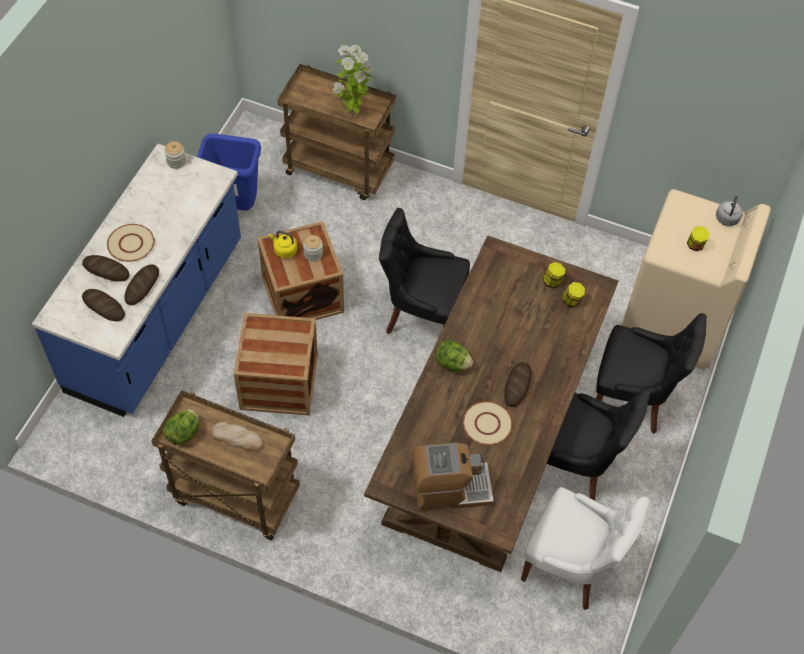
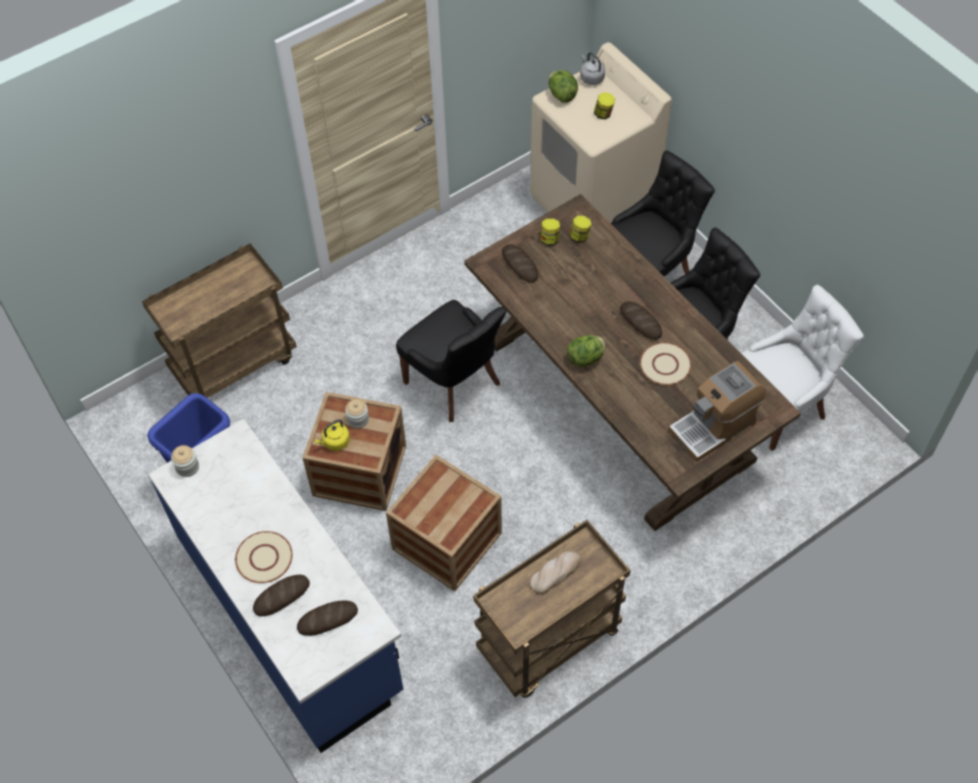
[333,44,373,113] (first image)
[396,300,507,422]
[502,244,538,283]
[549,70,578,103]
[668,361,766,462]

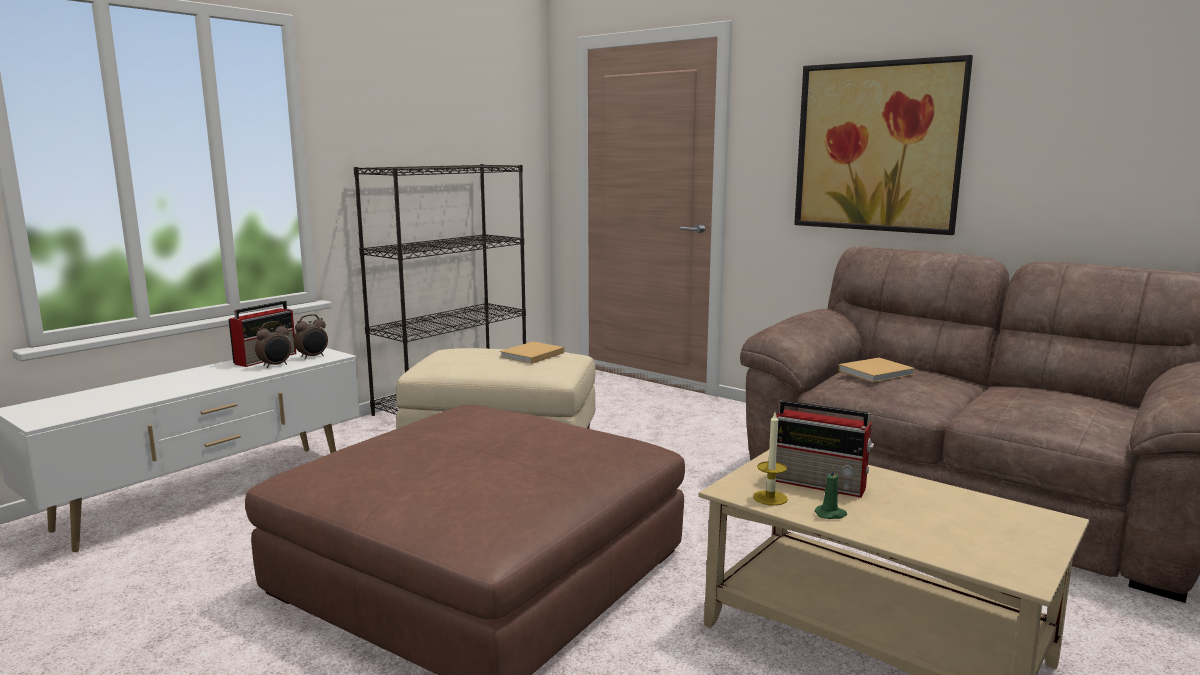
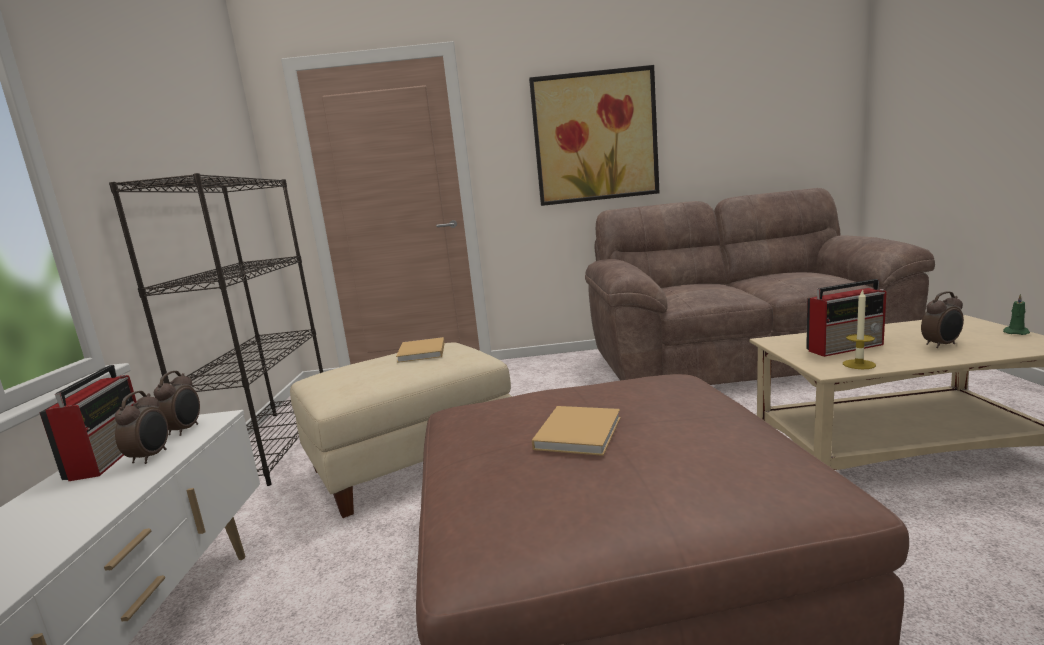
[532,406,621,456]
[1003,294,1030,335]
[921,291,964,348]

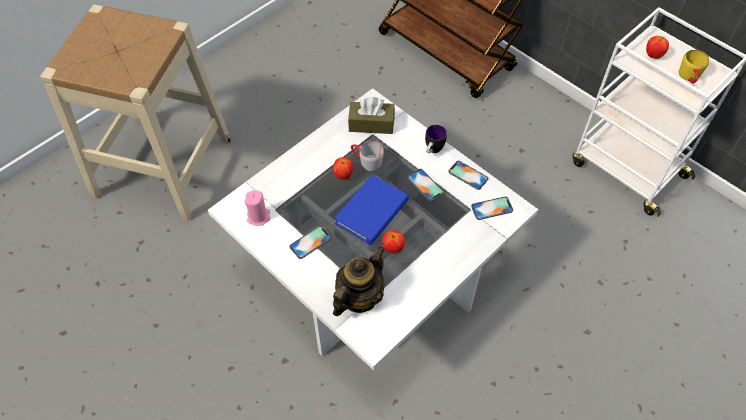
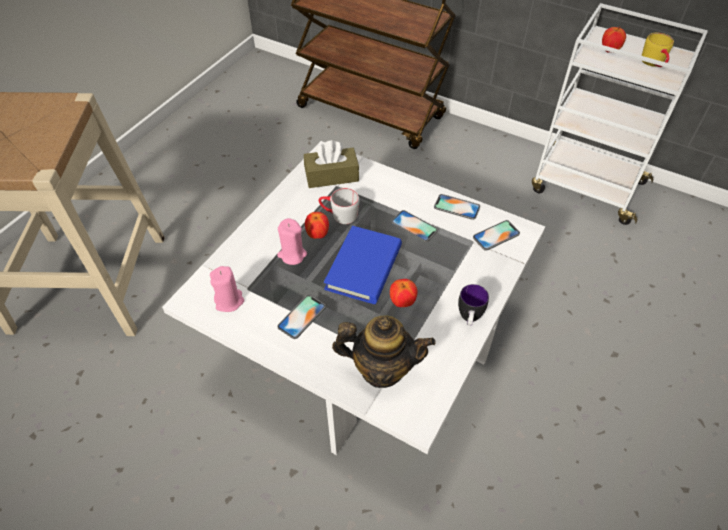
[458,284,489,326]
[332,316,436,388]
[277,218,307,265]

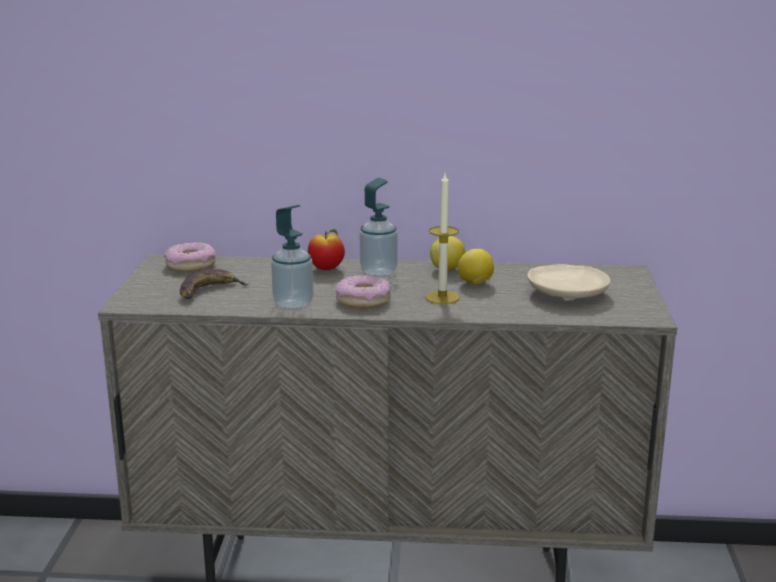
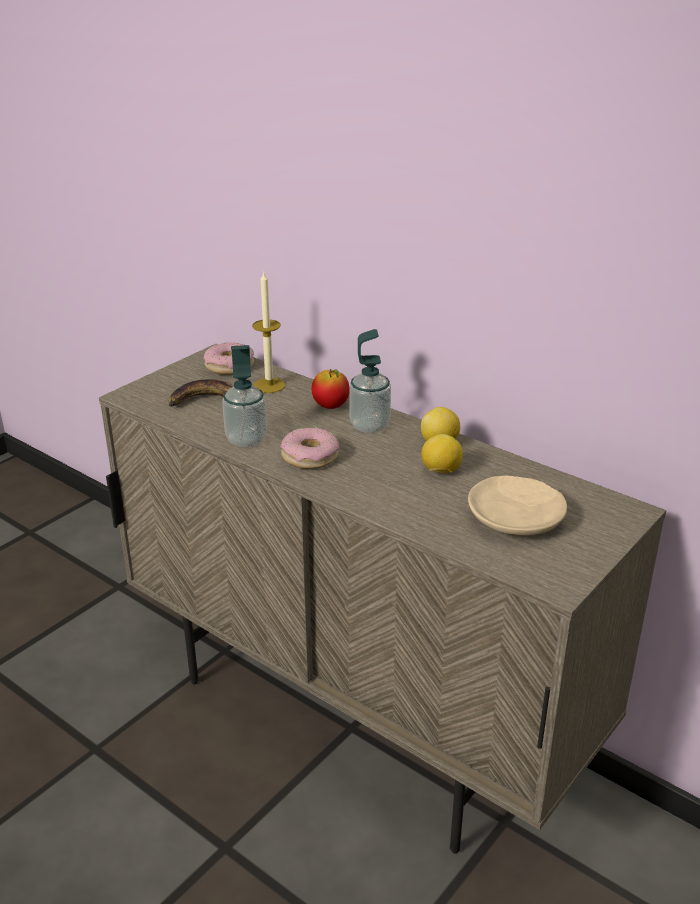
[252,272,286,393]

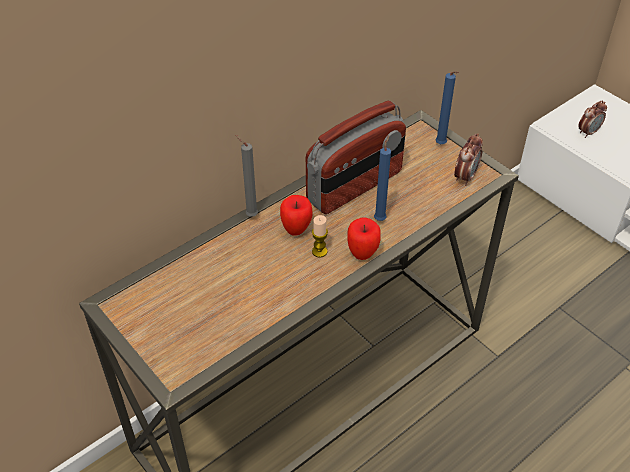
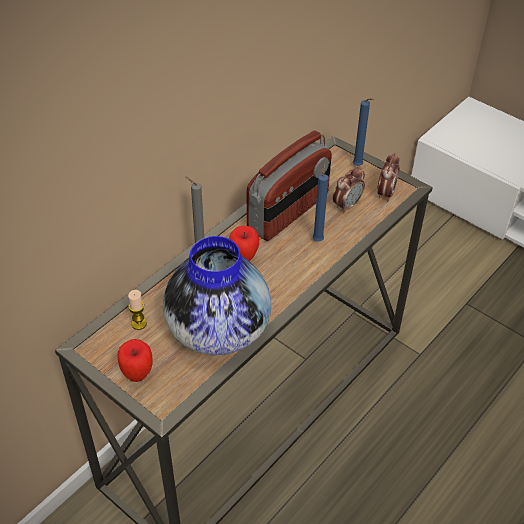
[333,167,365,214]
[128,290,147,330]
[118,339,153,382]
[163,236,271,355]

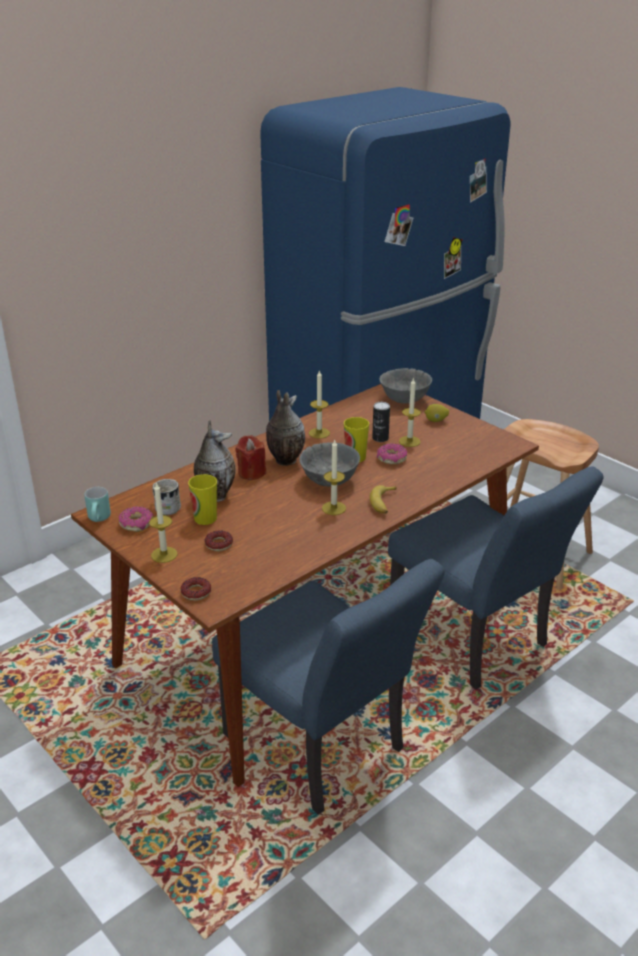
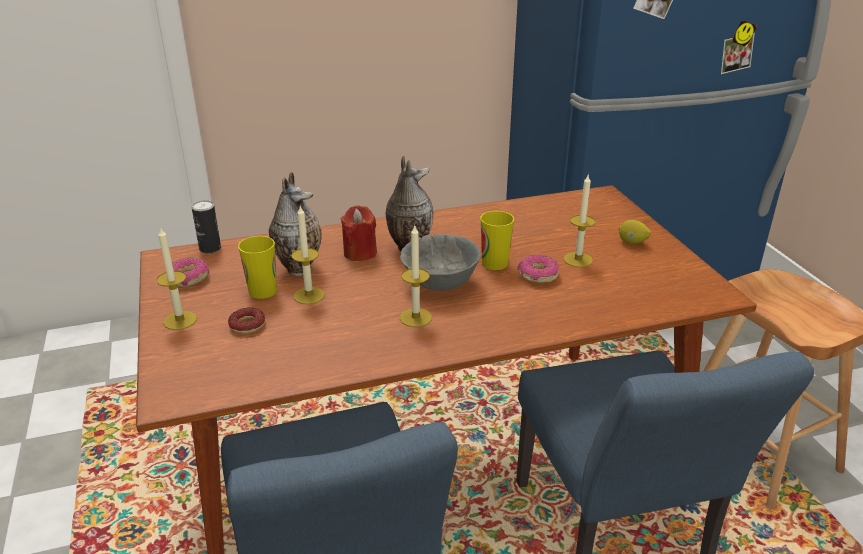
[379,368,432,404] (first image)
[291,206,325,305]
[192,200,221,253]
[152,479,181,515] (first image)
[369,485,396,514] (first image)
[84,487,111,522] (first image)
[181,577,211,601] (first image)

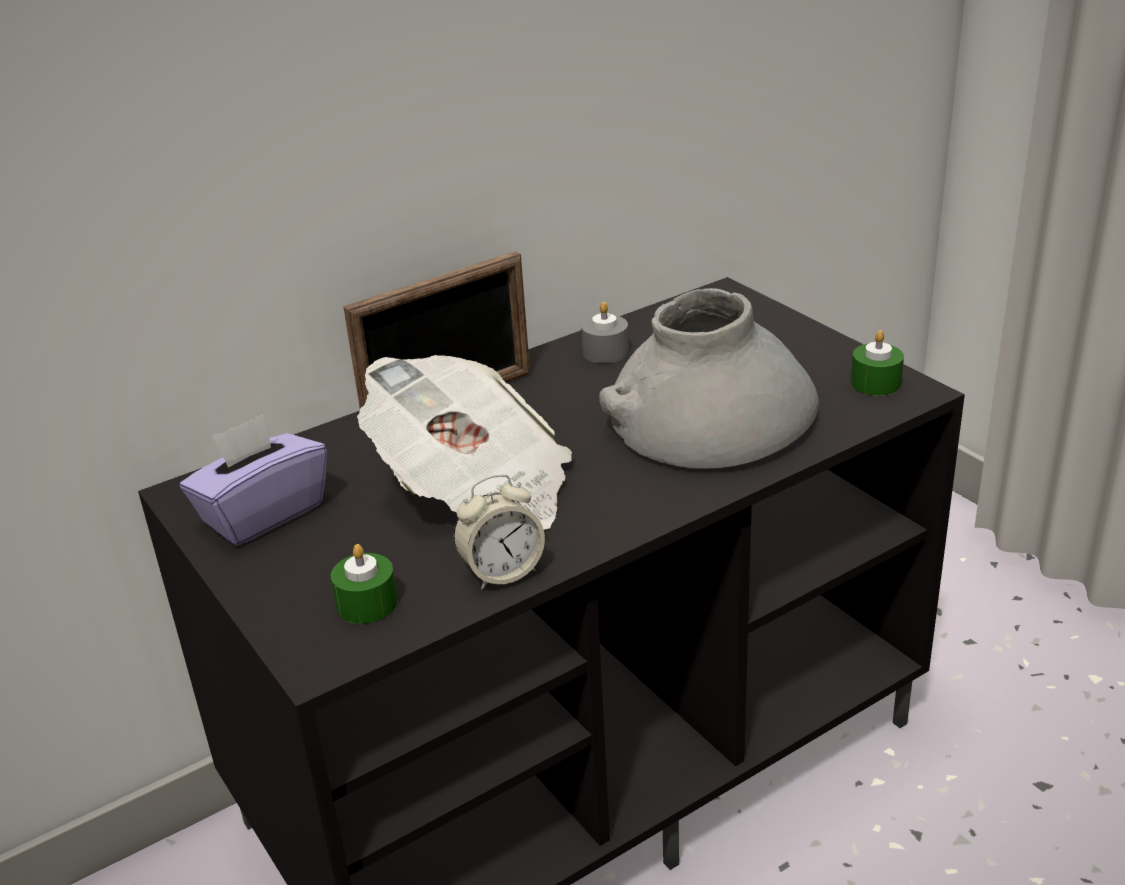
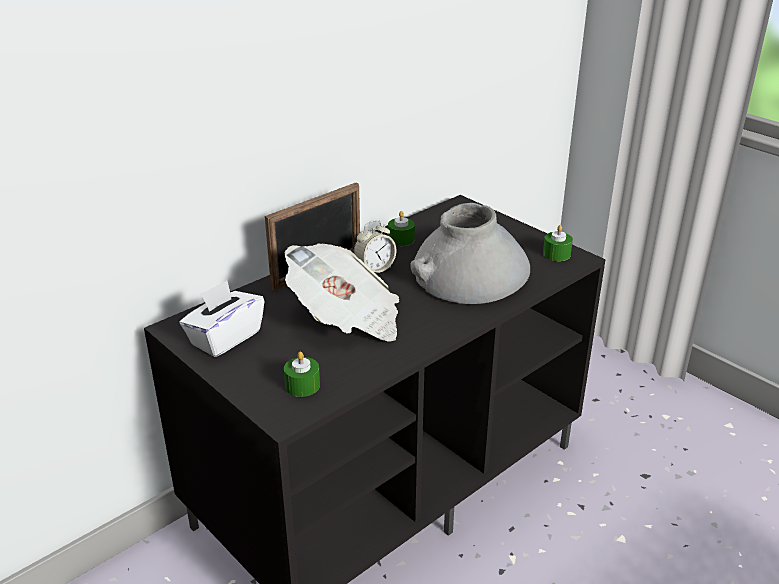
[388,211,415,246]
[180,280,264,357]
[354,220,396,273]

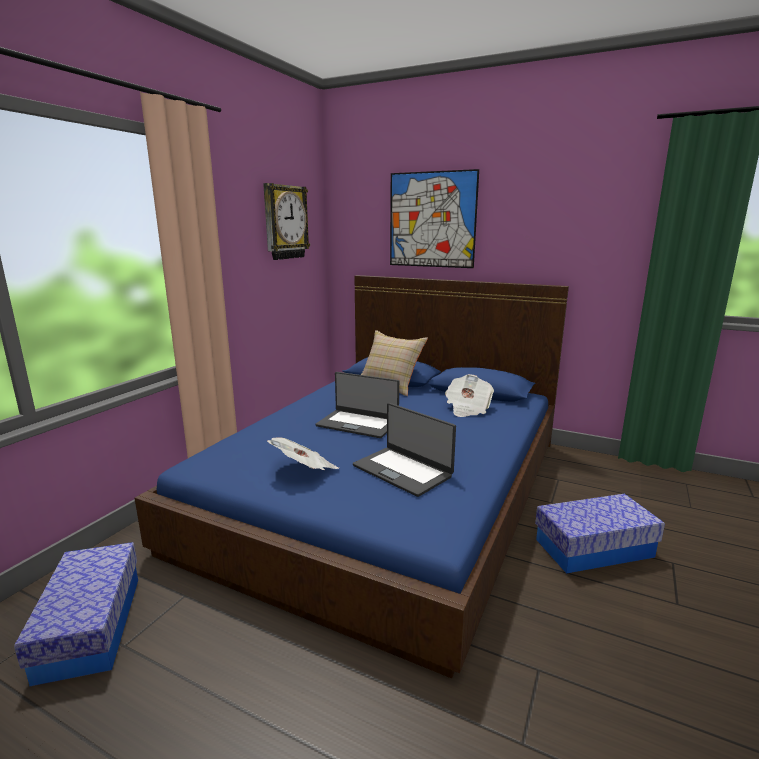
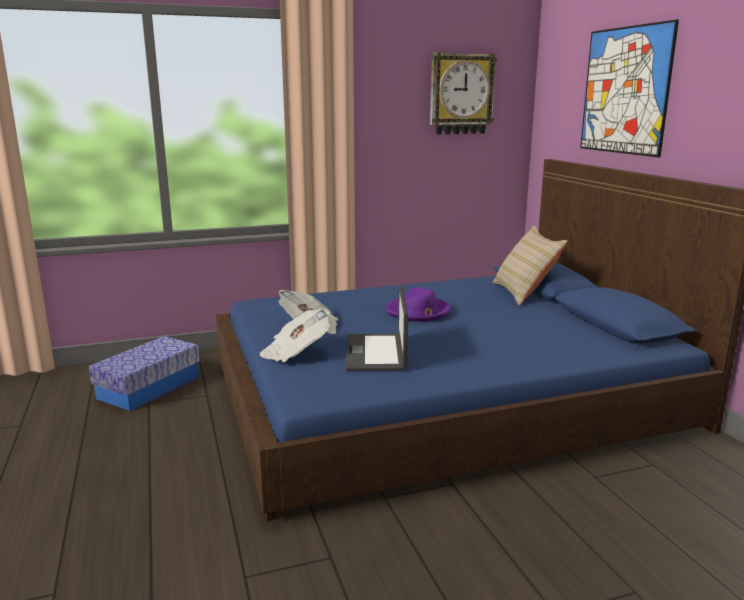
[386,287,451,322]
[260,309,330,362]
[535,494,665,573] (first image)

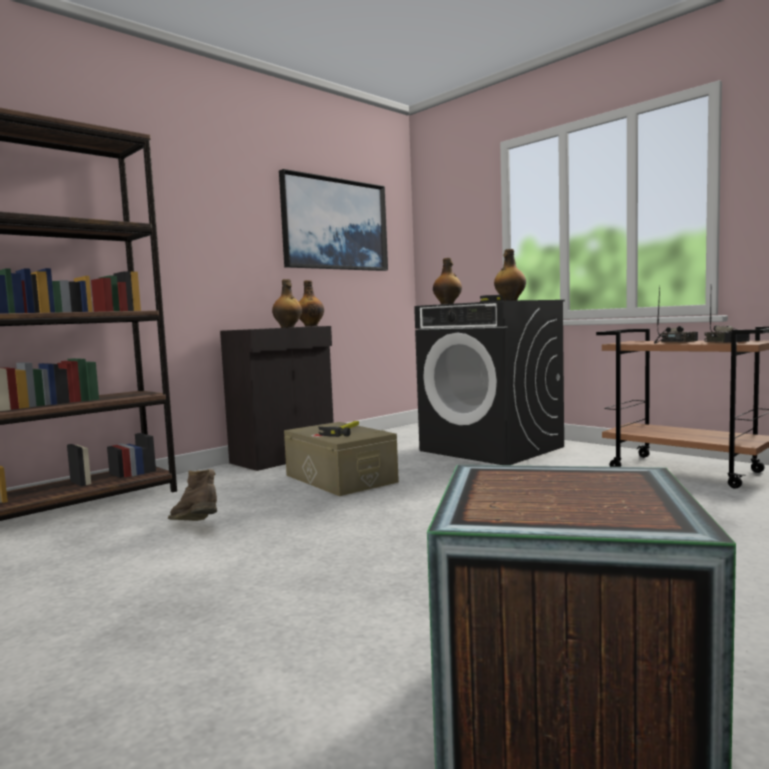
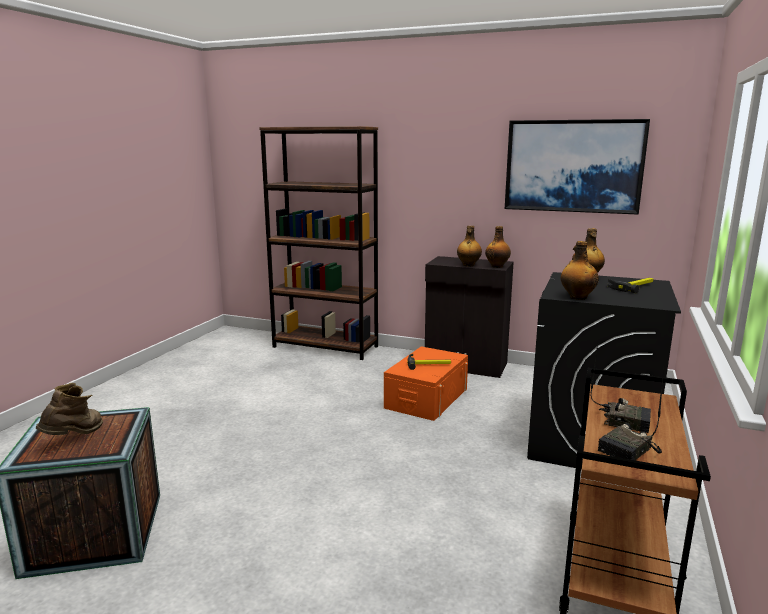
[384,346,468,421]
[36,383,103,435]

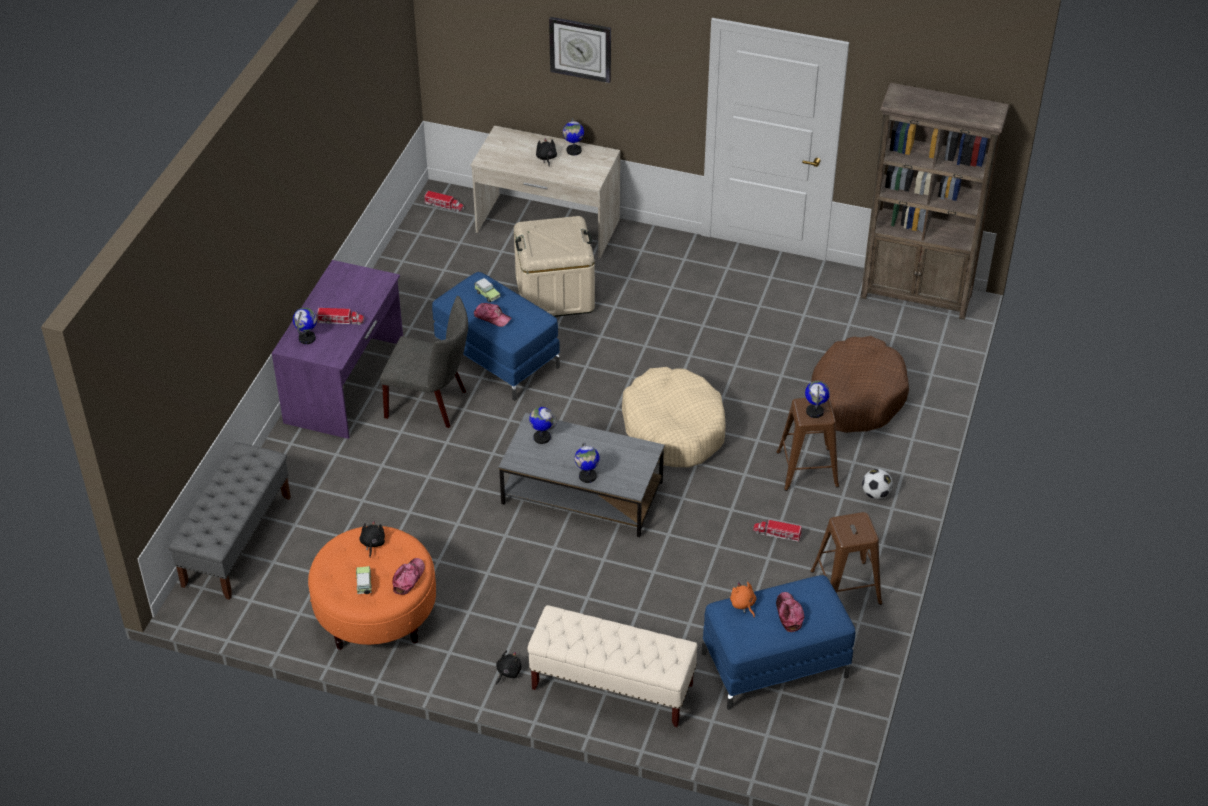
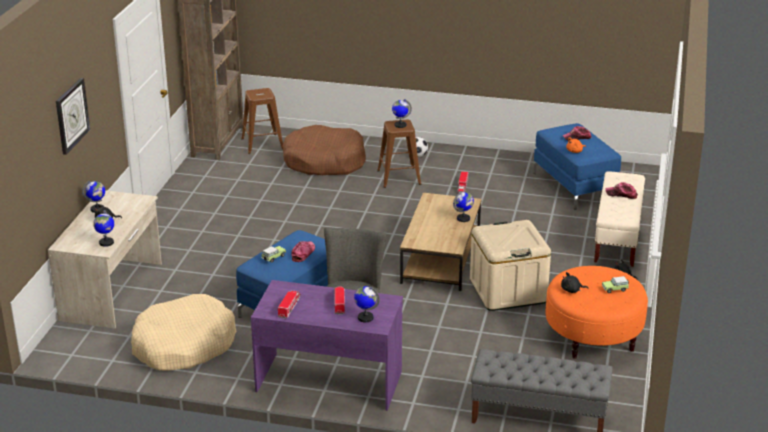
[278,291,301,319]
[470,220,551,311]
[131,294,236,371]
[93,210,114,247]
[400,193,482,291]
[241,88,283,154]
[605,182,638,199]

